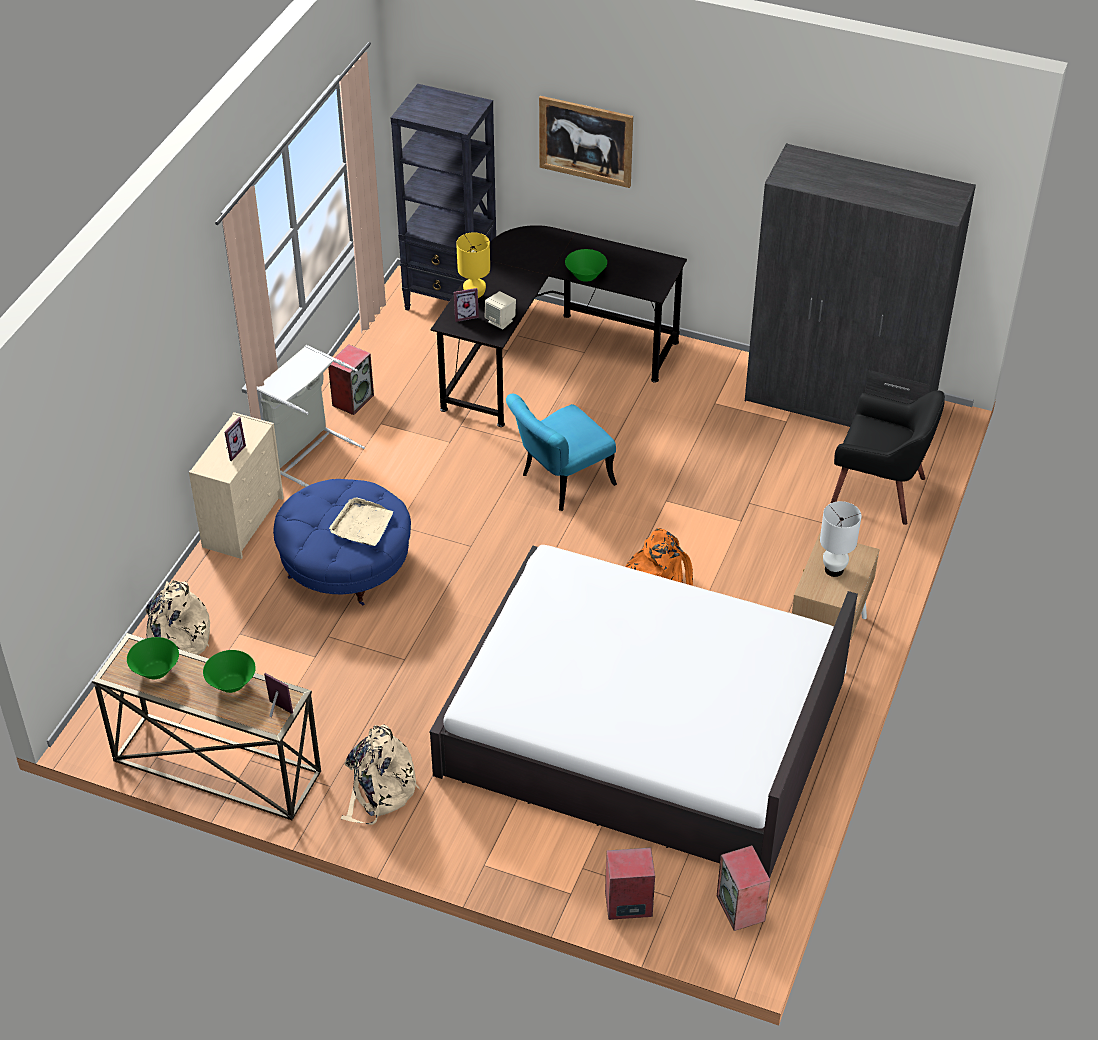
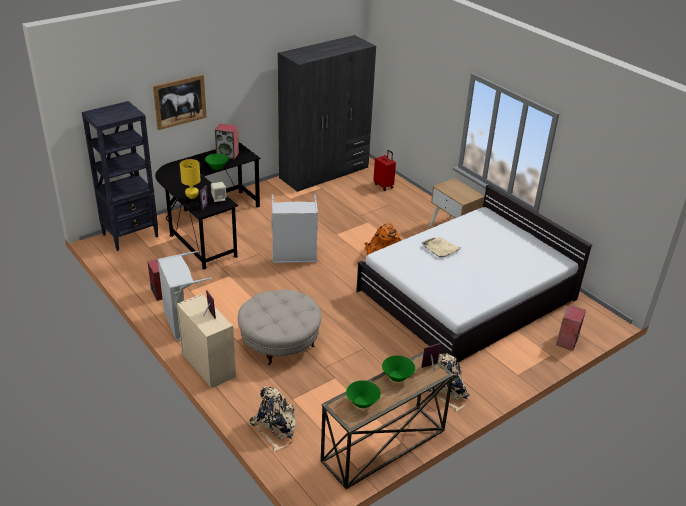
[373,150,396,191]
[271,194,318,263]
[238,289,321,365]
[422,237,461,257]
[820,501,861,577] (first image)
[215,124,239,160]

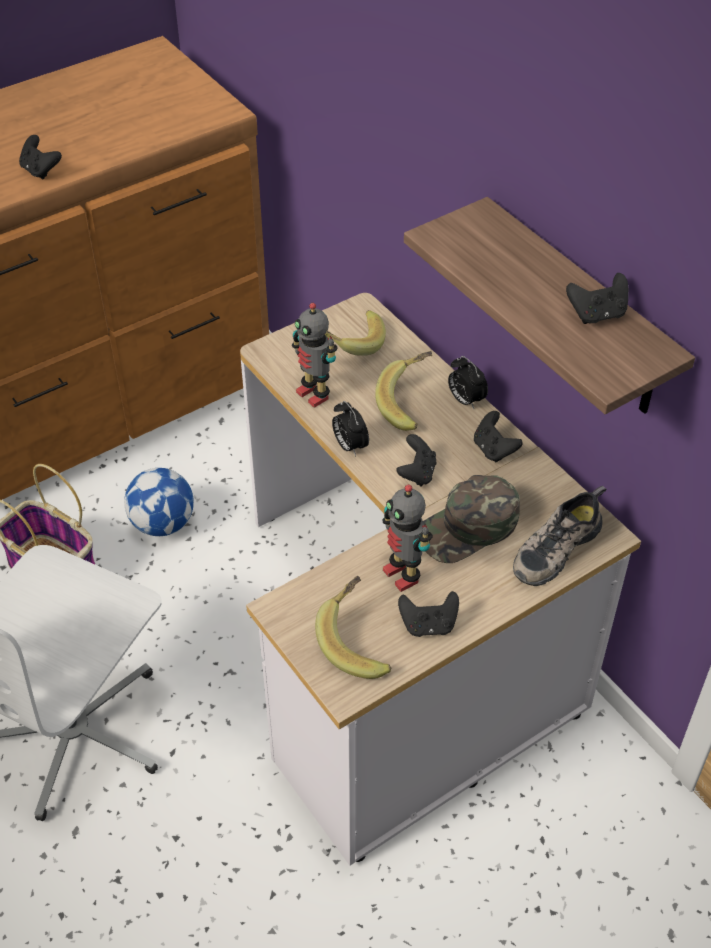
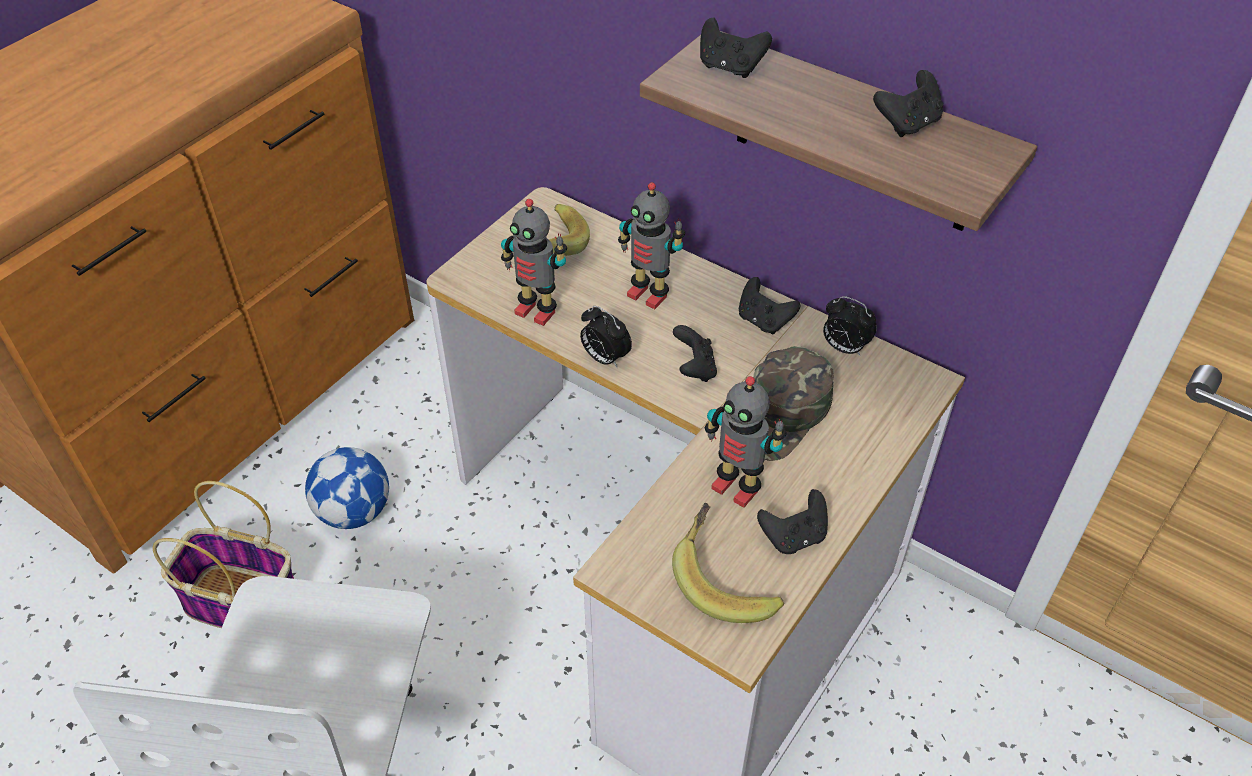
[700,18,772,78]
[618,182,685,309]
[823,296,877,356]
[513,486,607,586] (first image)

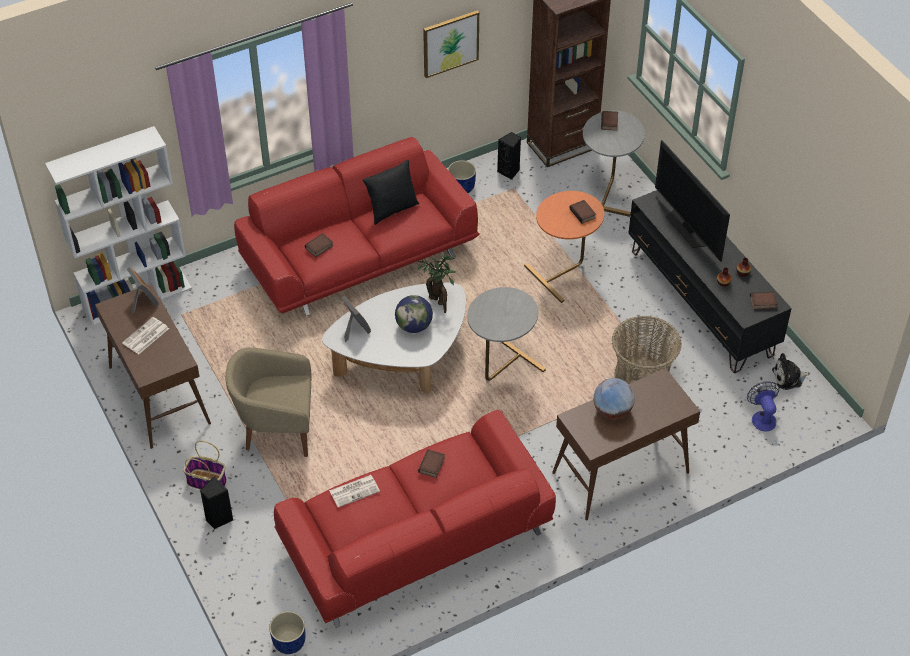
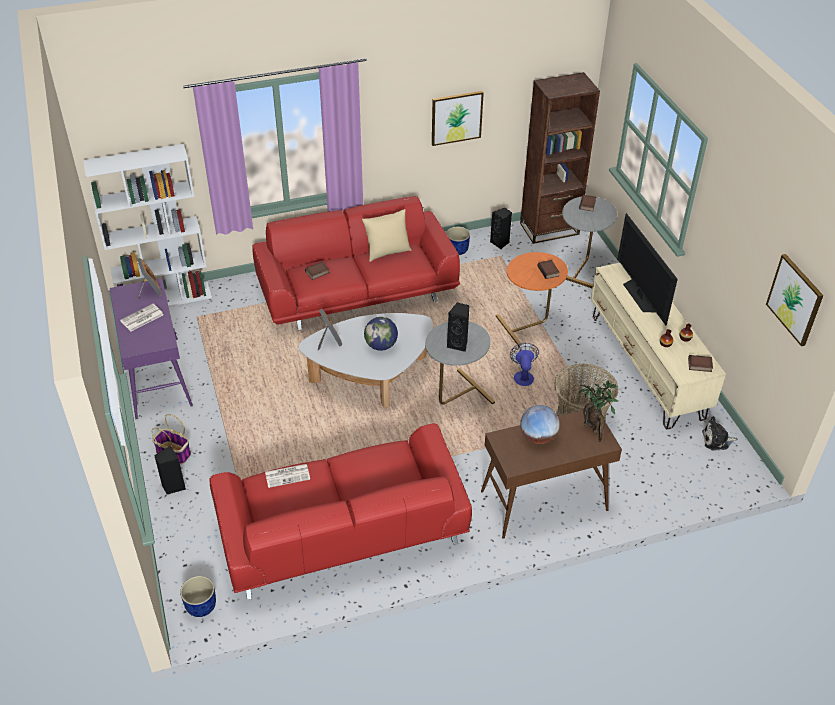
[362,209,411,262]
[591,263,726,429]
[578,381,618,442]
[110,278,193,419]
[225,348,312,457] (first image)
[510,343,539,386]
[418,449,445,478] (first image)
[766,254,824,346]
[447,302,470,352]

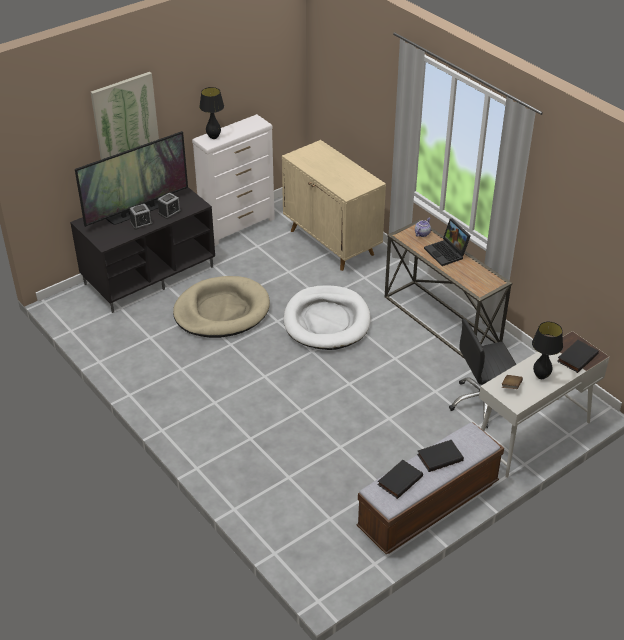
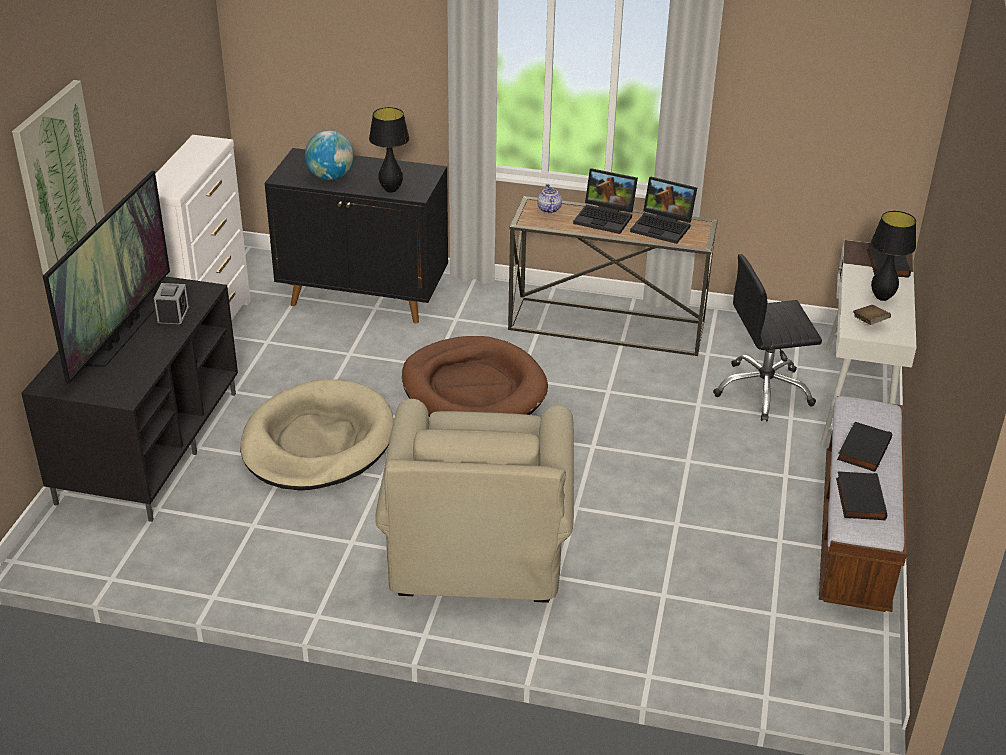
[369,107,409,193]
[265,148,448,323]
[129,204,153,230] (first image)
[402,336,548,417]
[713,254,822,422]
[305,131,354,180]
[630,177,697,244]
[375,399,574,603]

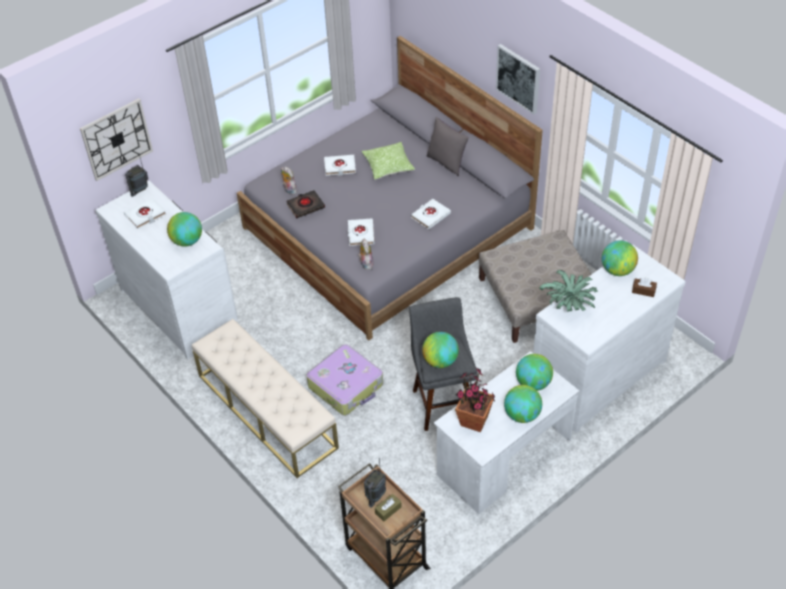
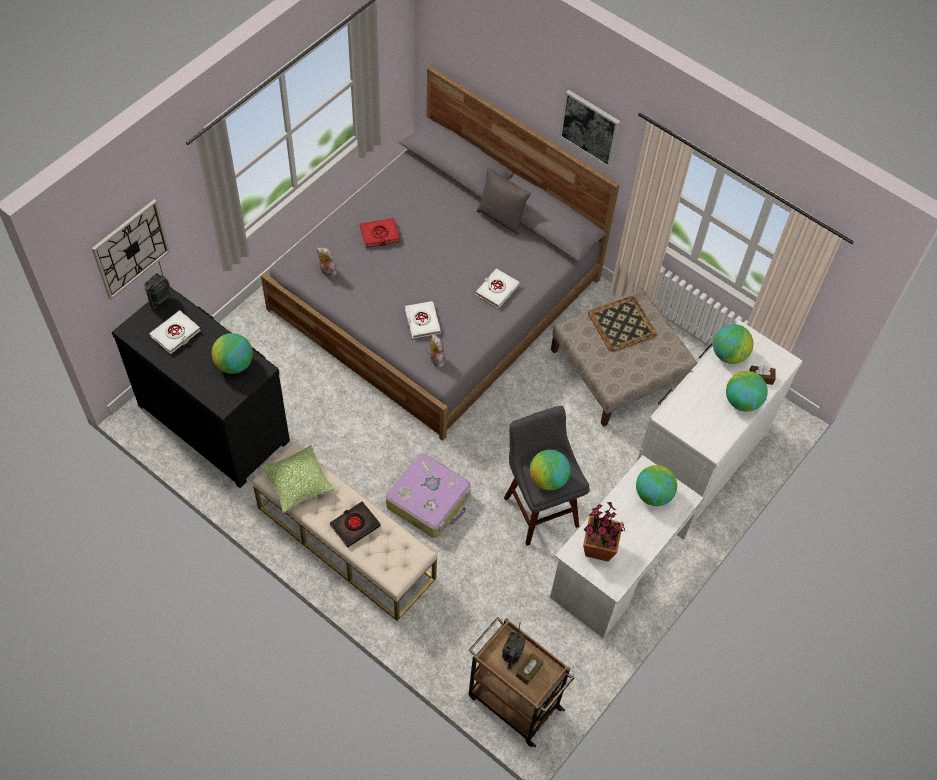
[261,445,334,513]
[360,218,400,248]
[112,287,290,488]
[330,501,381,548]
[539,270,598,312] (first image)
[726,371,768,412]
[588,296,657,352]

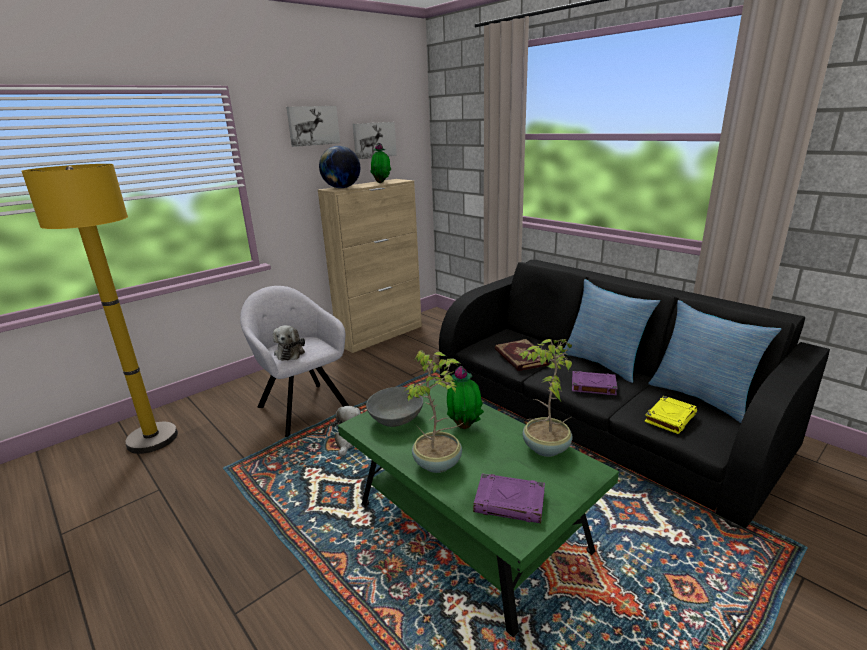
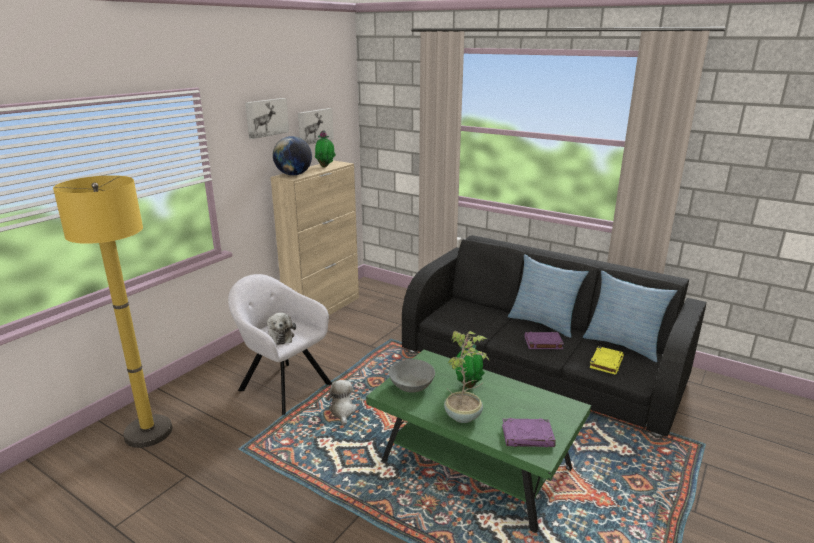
[495,339,550,371] (first image)
[519,339,572,457] (first image)

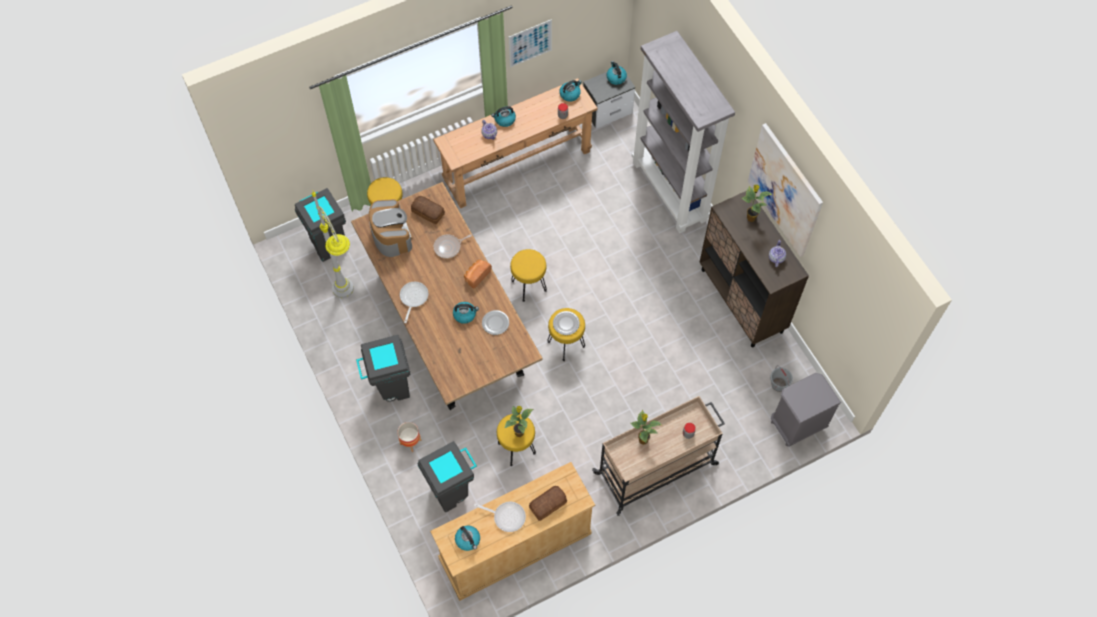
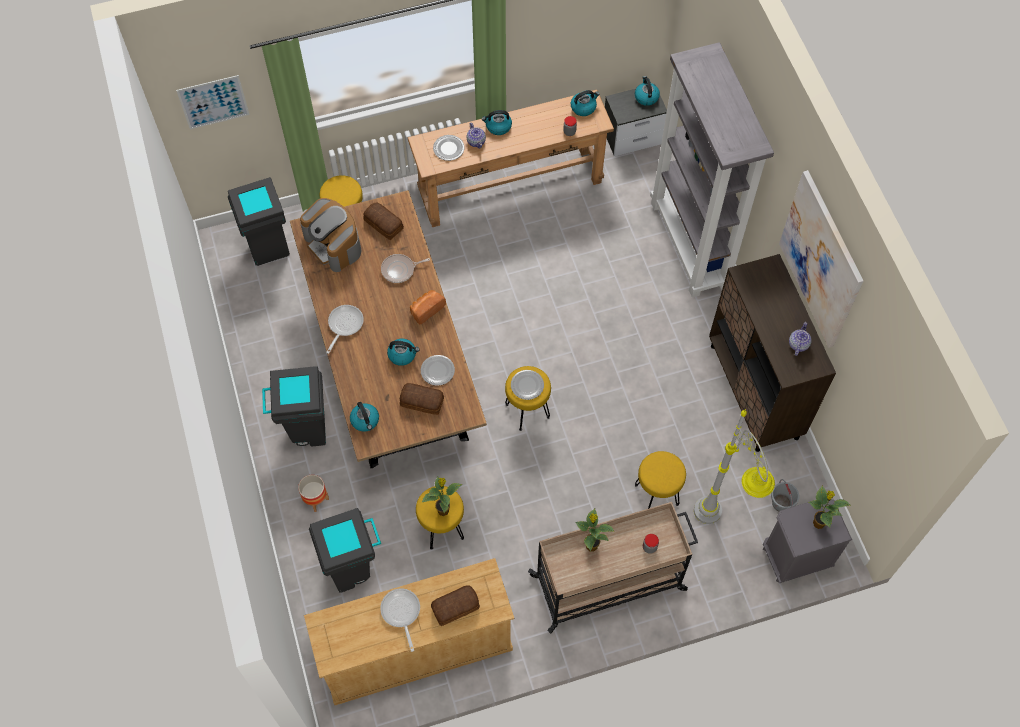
[176,75,250,129]
[809,486,850,529]
[694,409,775,524]
[300,198,361,272]
[635,451,686,509]
[380,588,420,652]
[350,402,379,432]
[433,135,465,161]
[400,383,444,415]

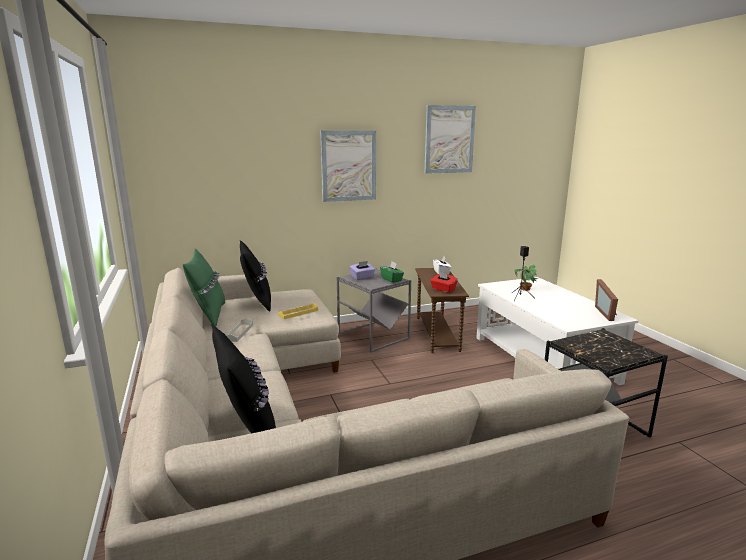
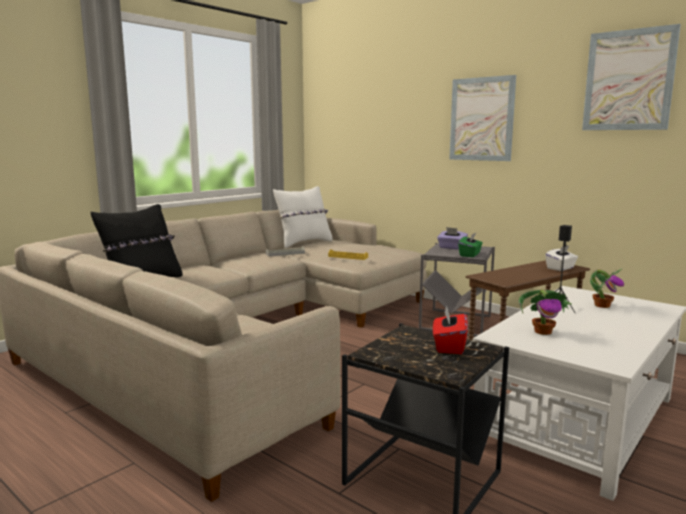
[240,240,271,311] (first image)
[273,186,333,248]
[433,305,468,354]
[595,279,618,321] (first image)
[519,289,572,335]

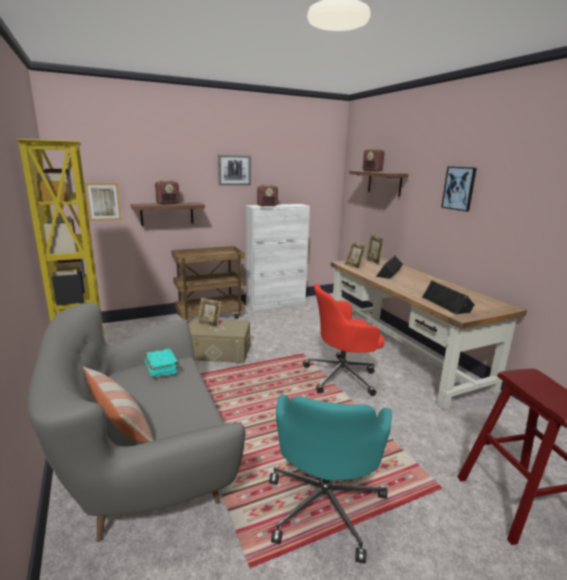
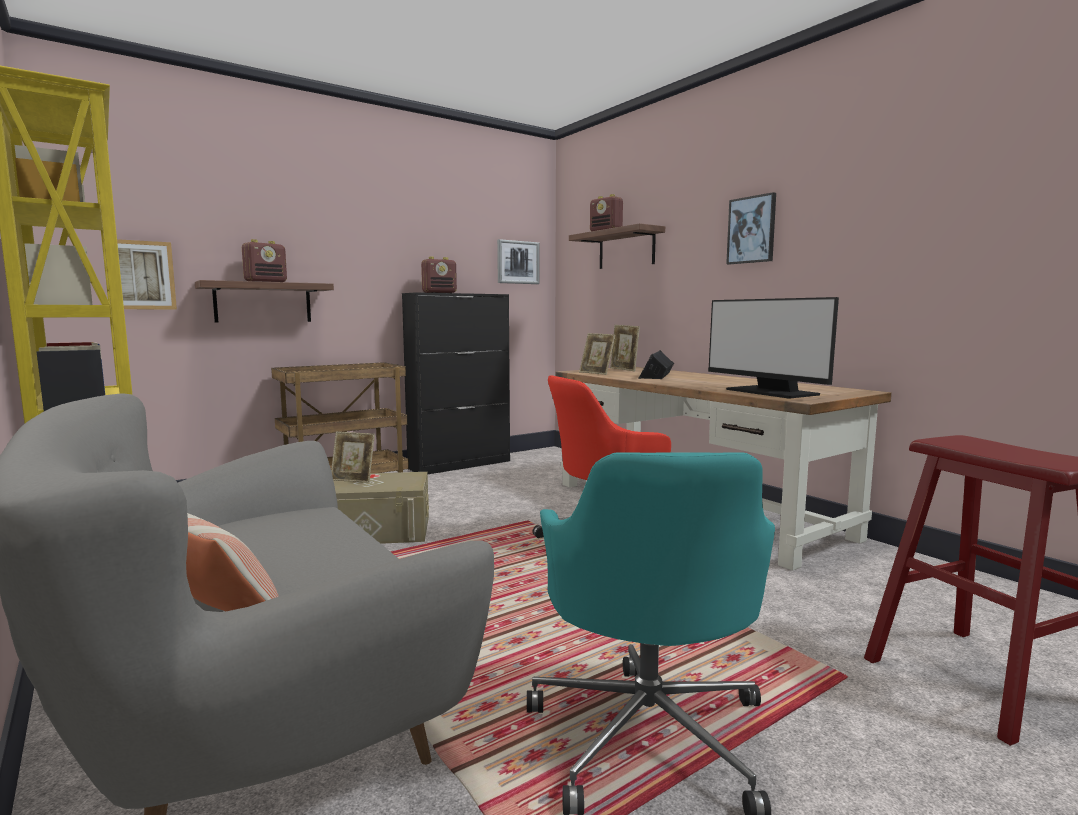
[497,239,539,284]
[402,292,510,474]
[708,297,839,399]
[144,349,180,378] (first image)

